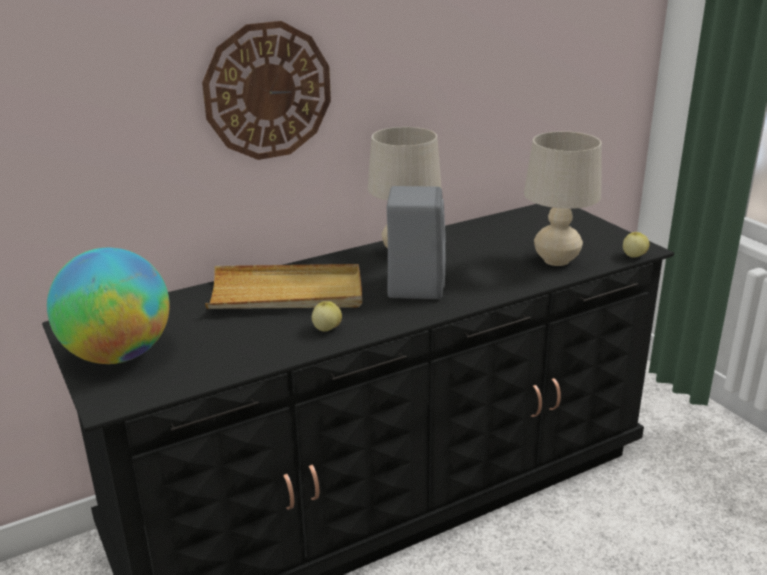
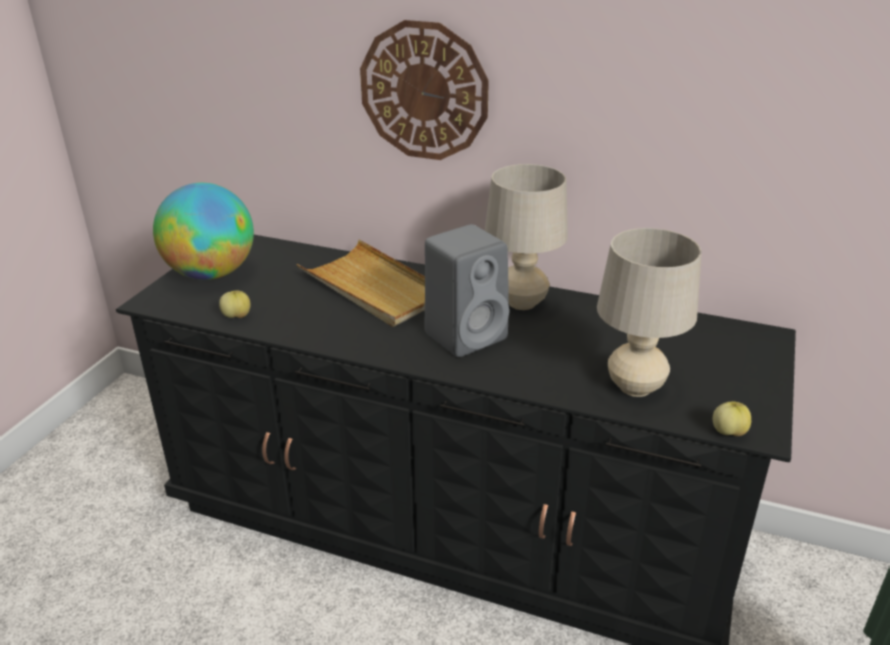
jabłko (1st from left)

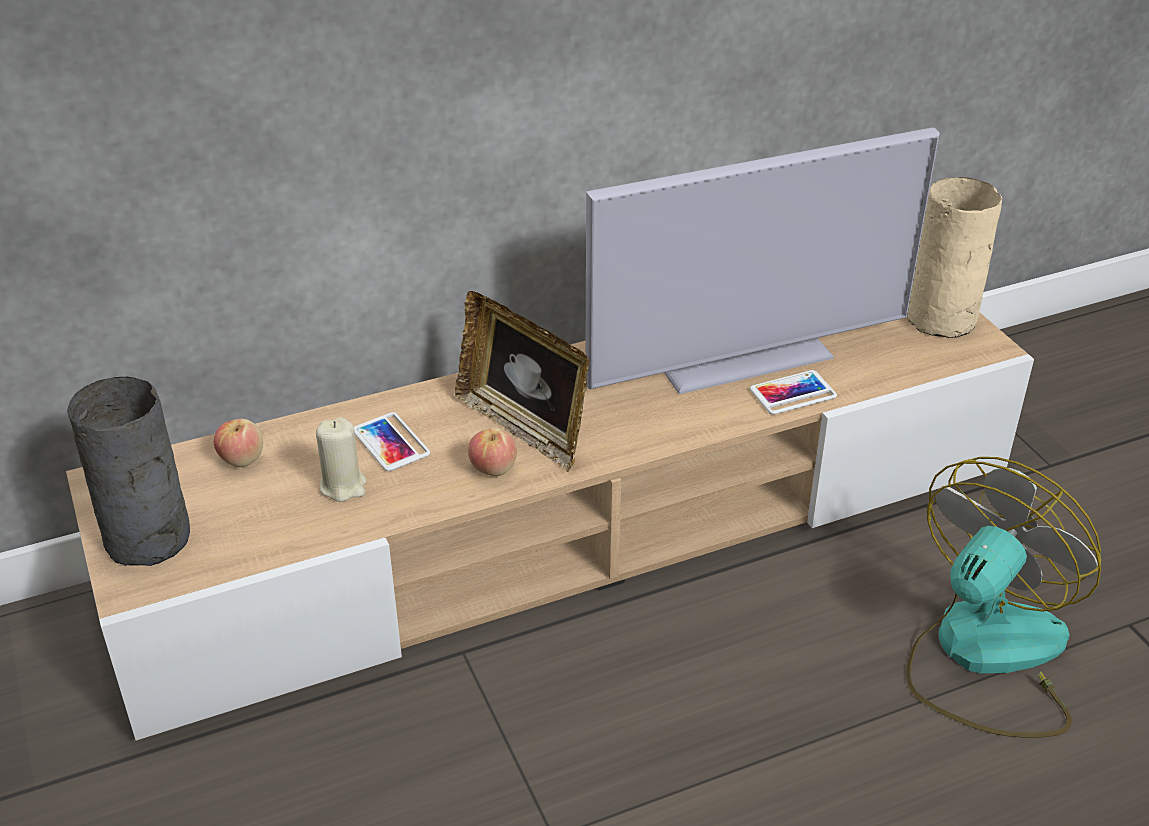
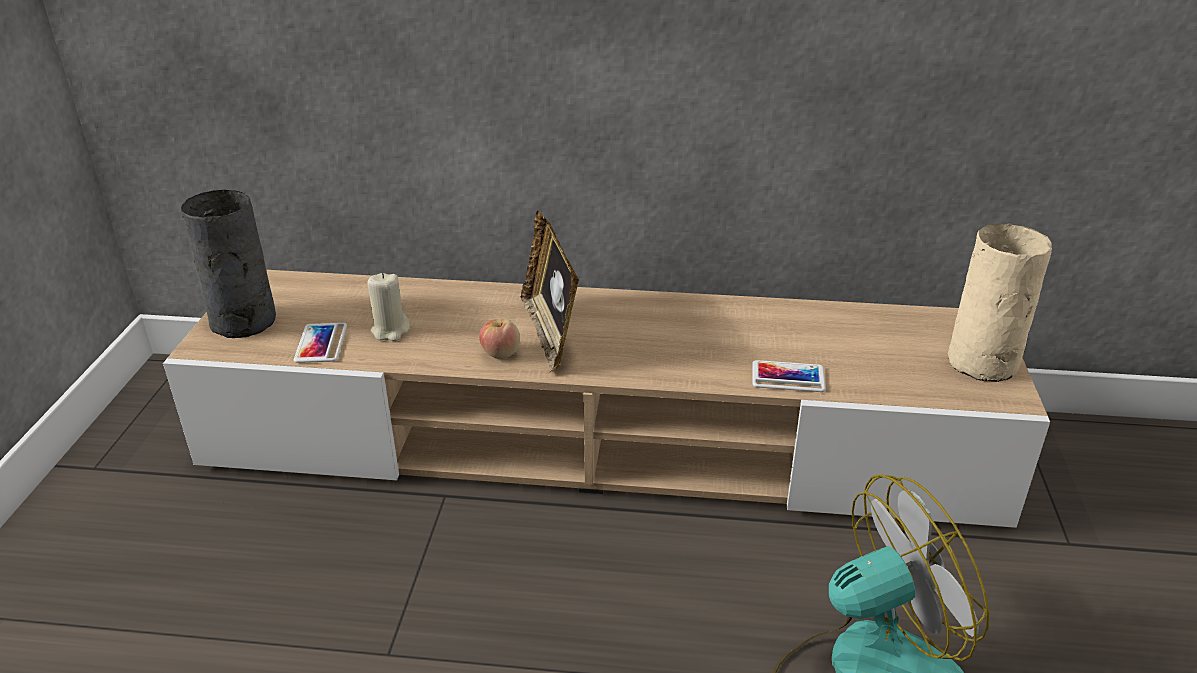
jabłko (1st from left in the first image)
telewizor
telefon (1st from left)

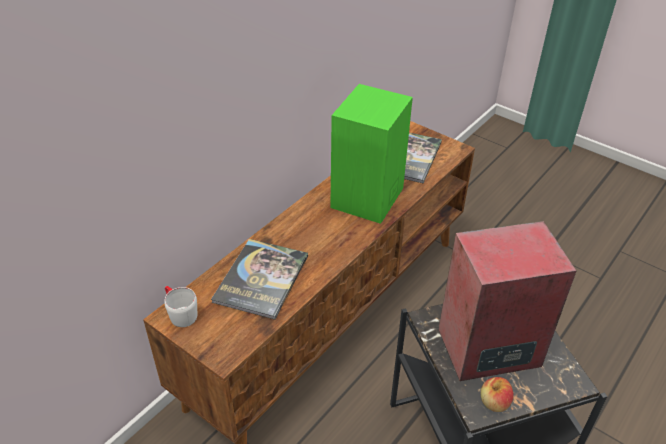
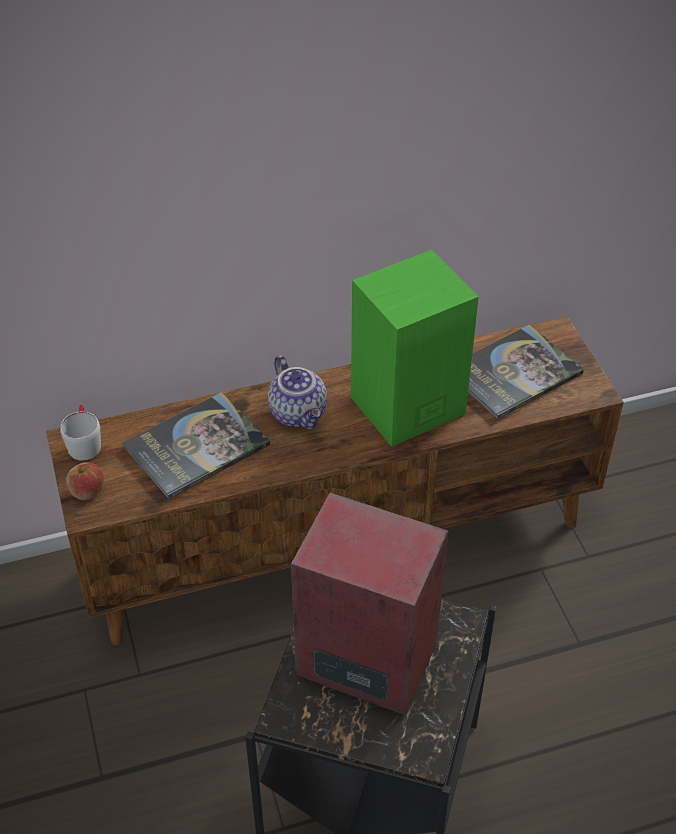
imbryk
jabłko

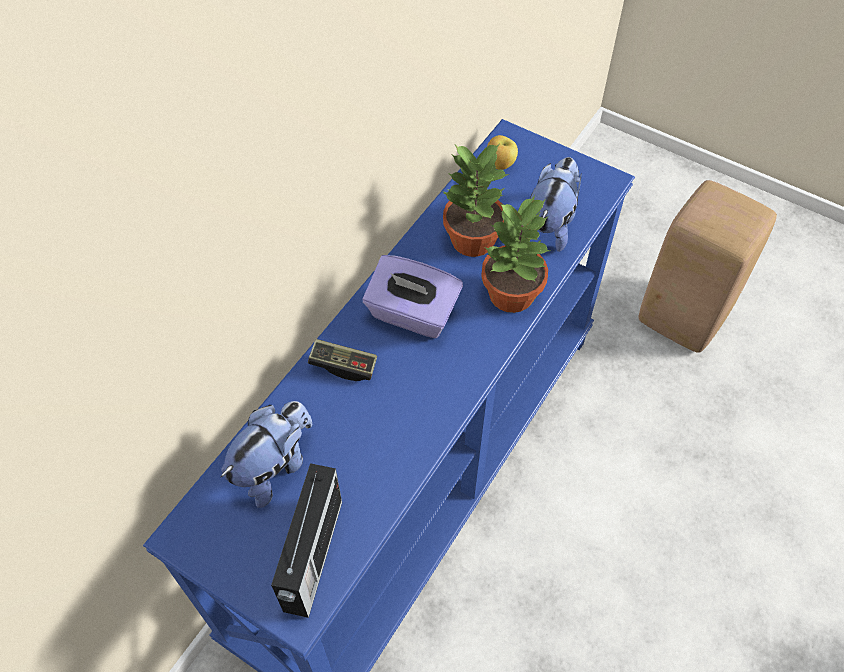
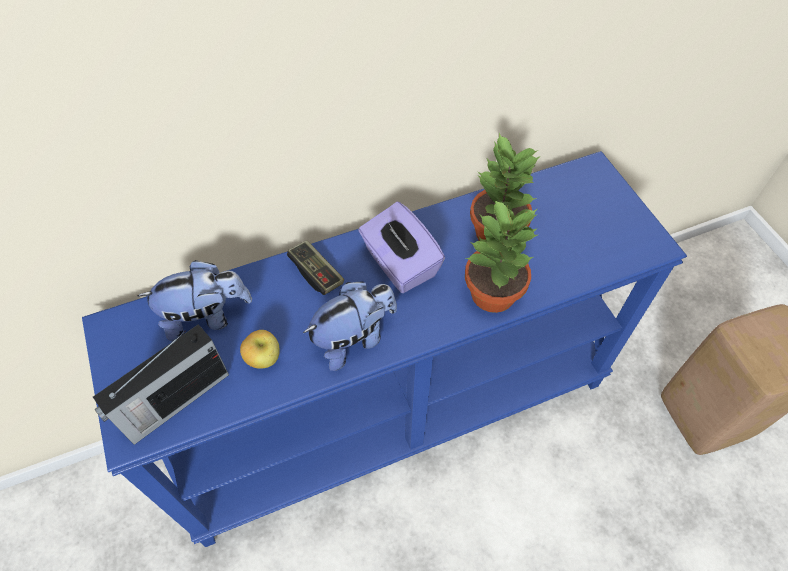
jabłko
pluszak (2nd from left)

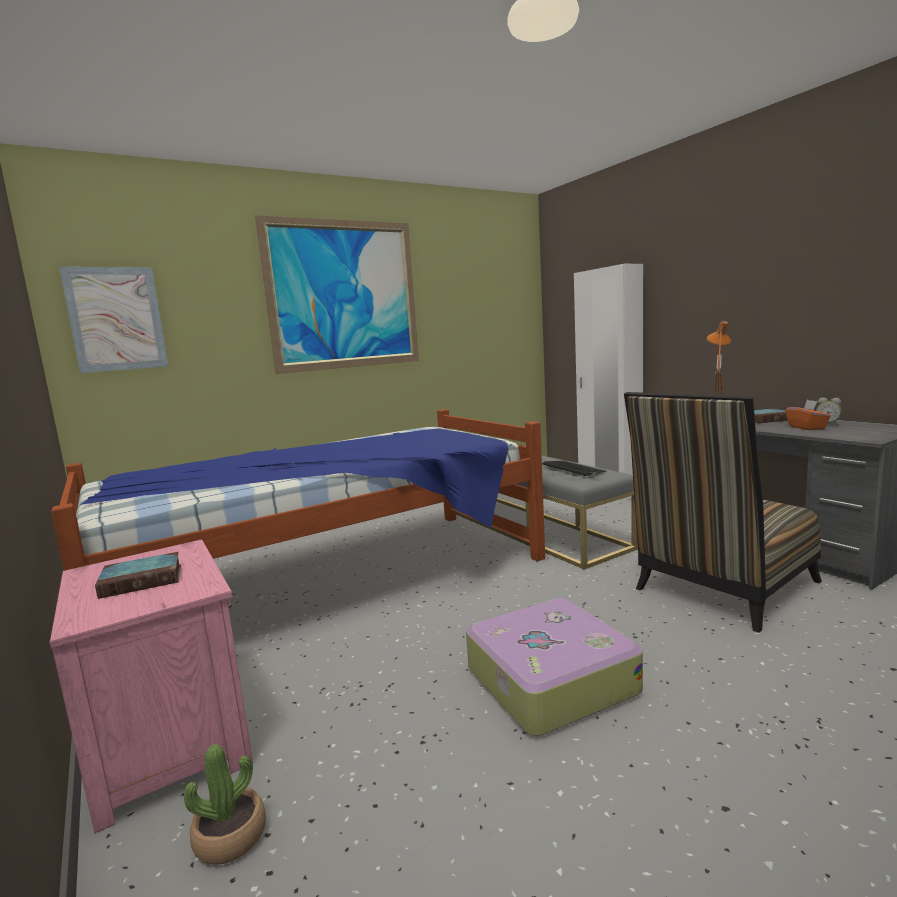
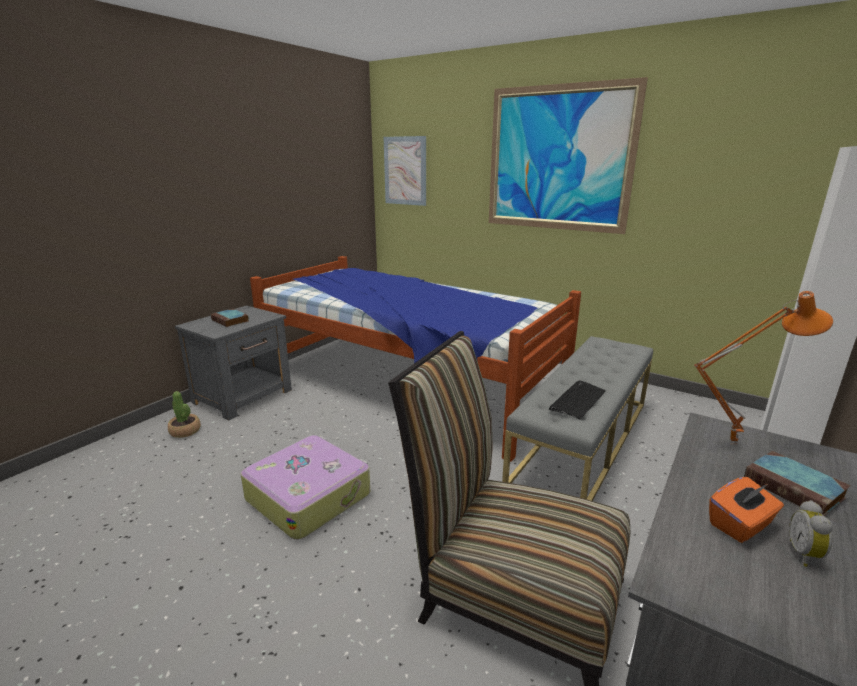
szafka nocna/szary

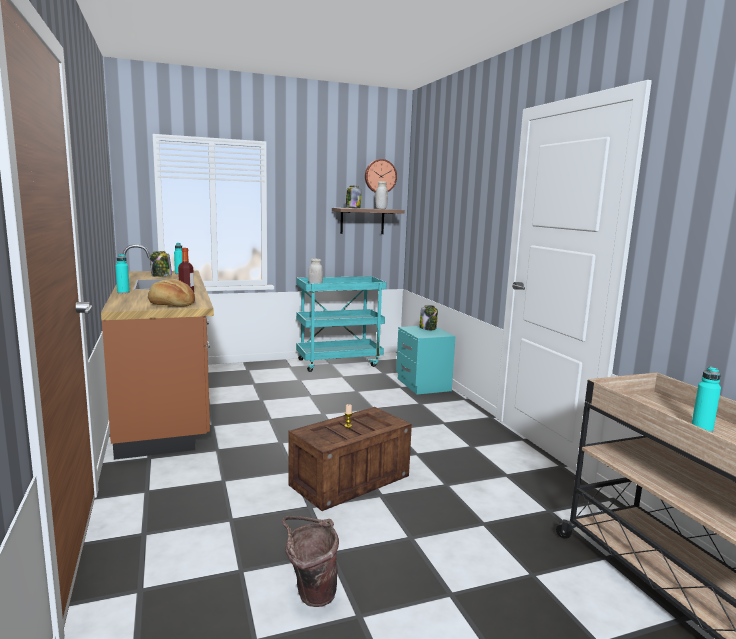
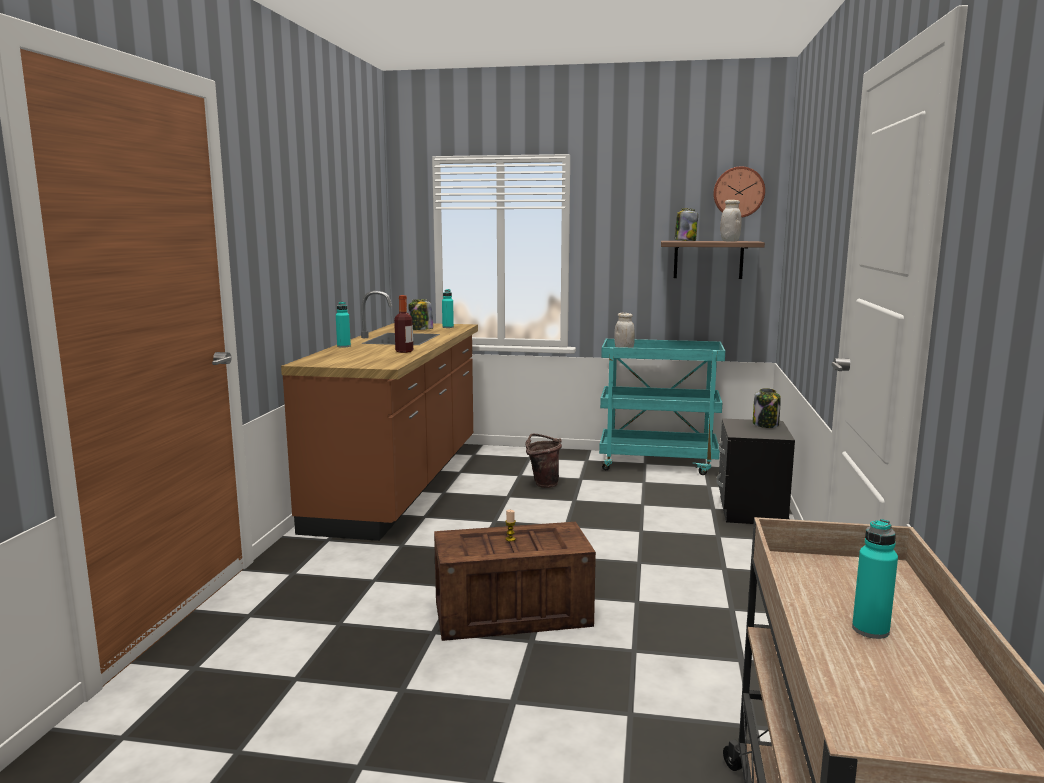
chleb
wiadro/brązowy
szafka nocna/czarny

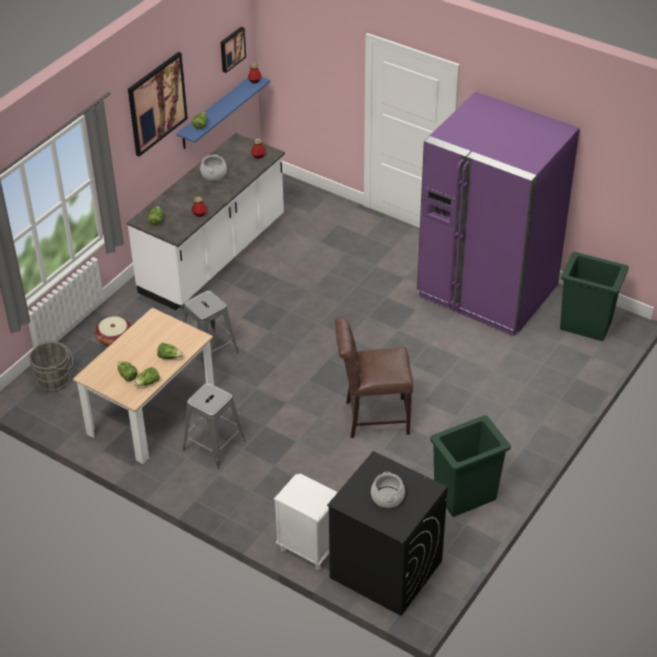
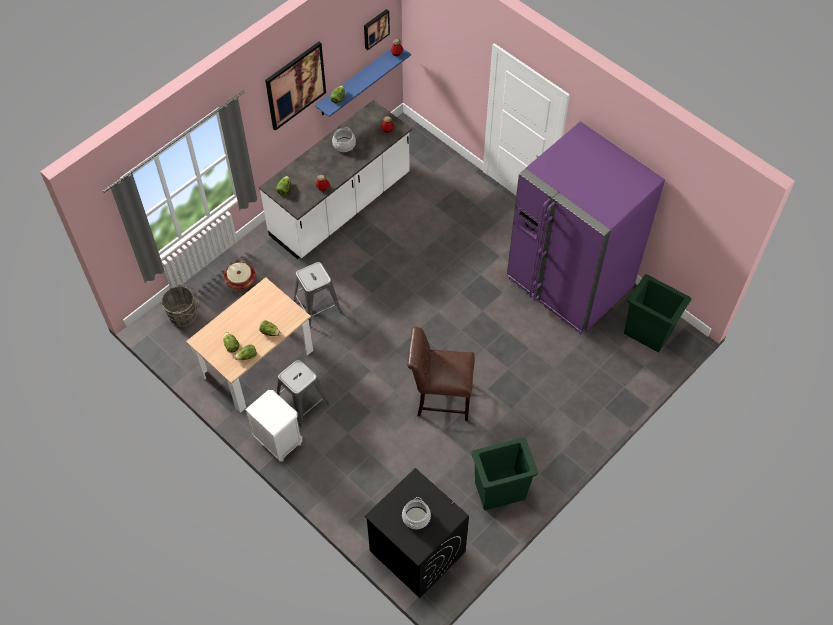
szafka nocna/biały

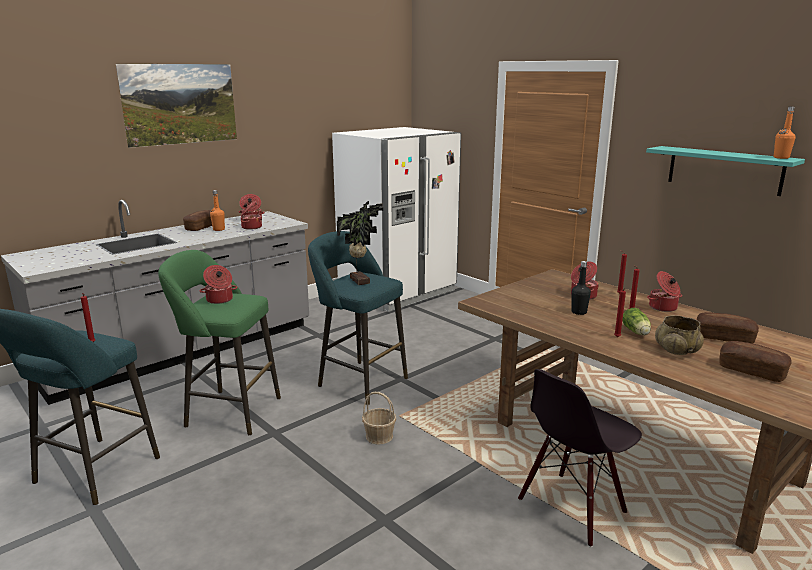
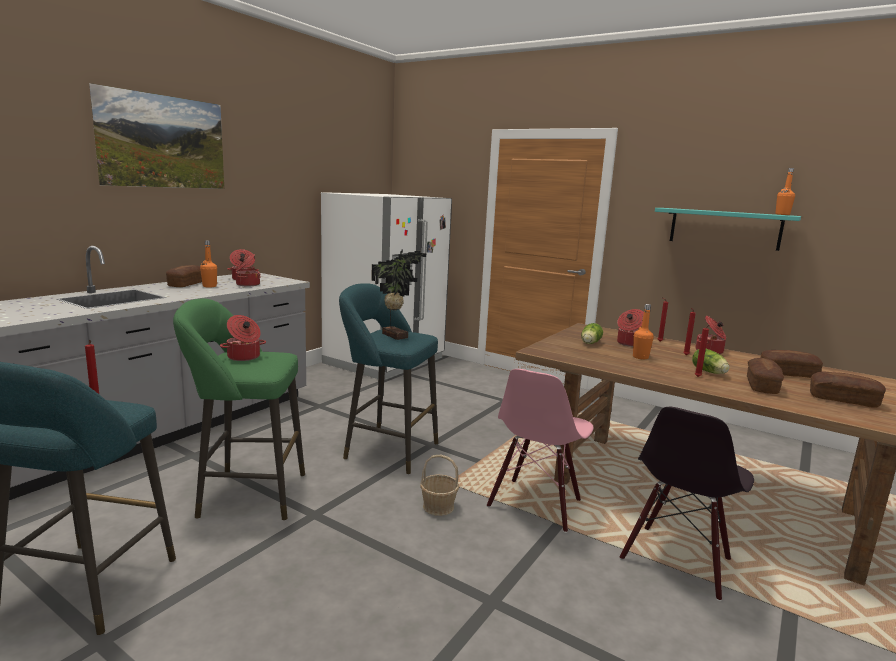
krzesło/różowy
sałata (1st from left)
chleb (2nd from left)
butelka/pomarańczowy (2nd from left)

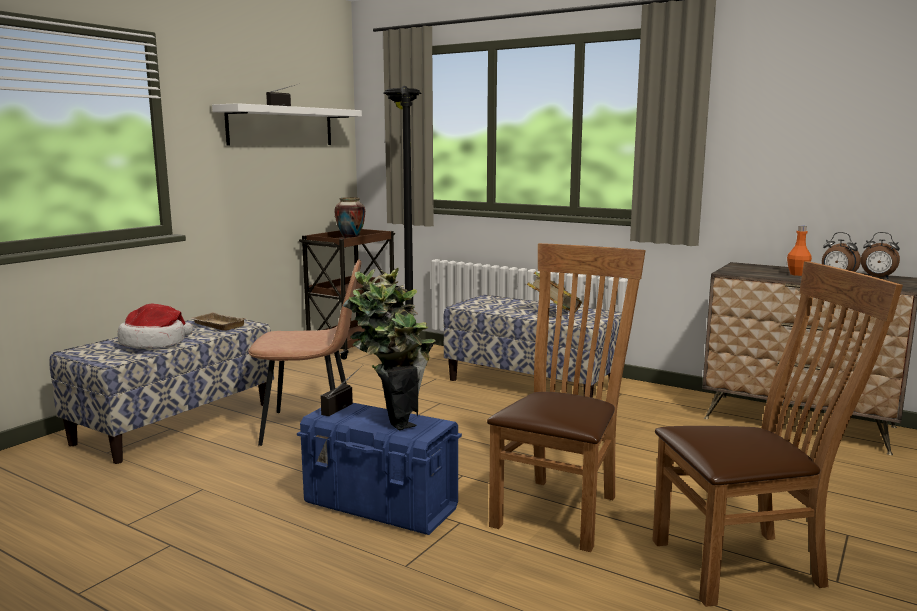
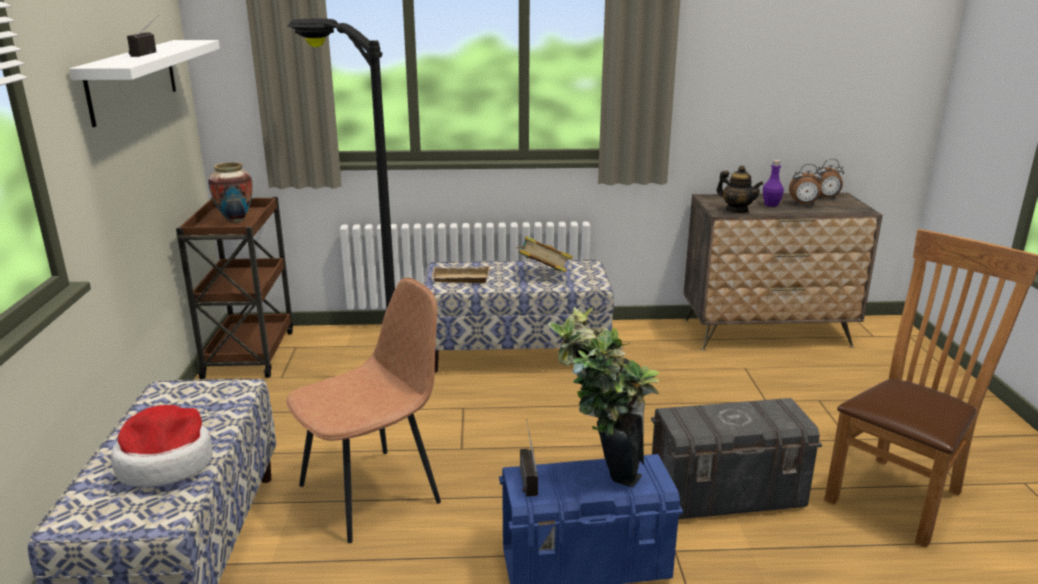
imbryk
taca/beżowy
pojemnik do przechowywania/szary
butelka/fioletowy

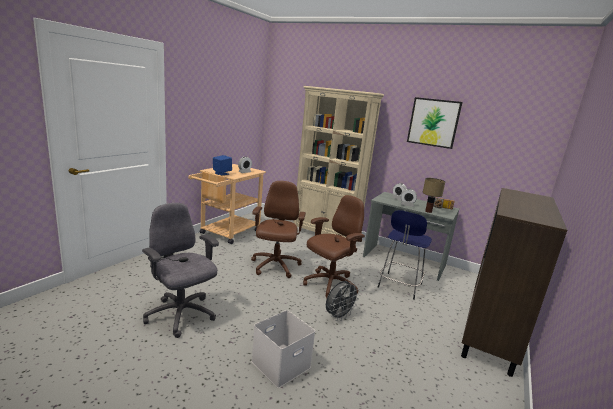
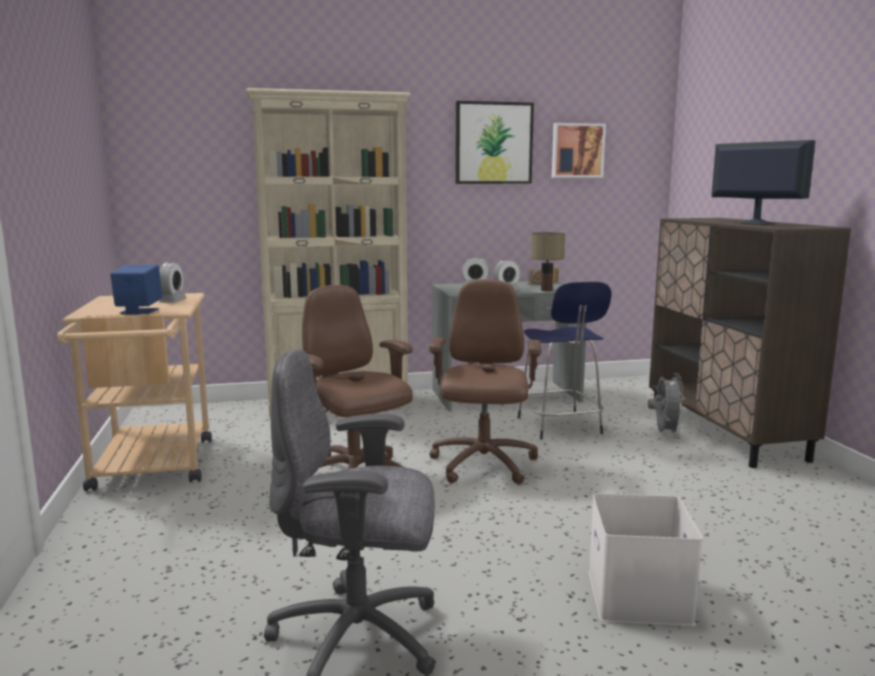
obraz (2nd from left)
monitor
wentylator/szary

